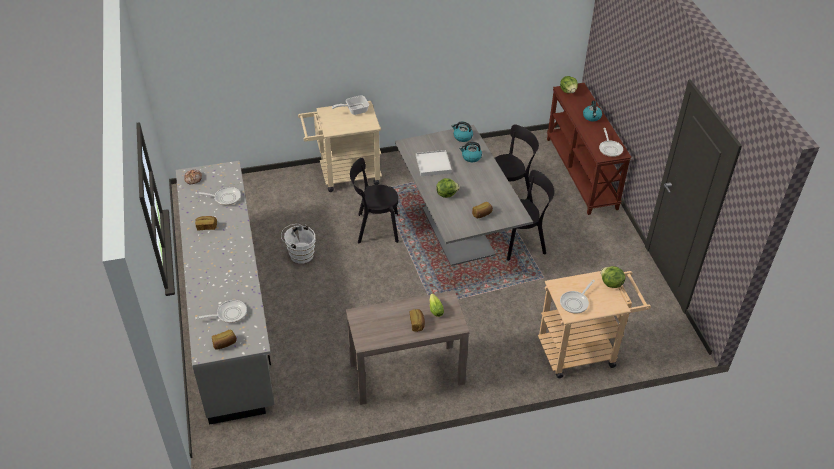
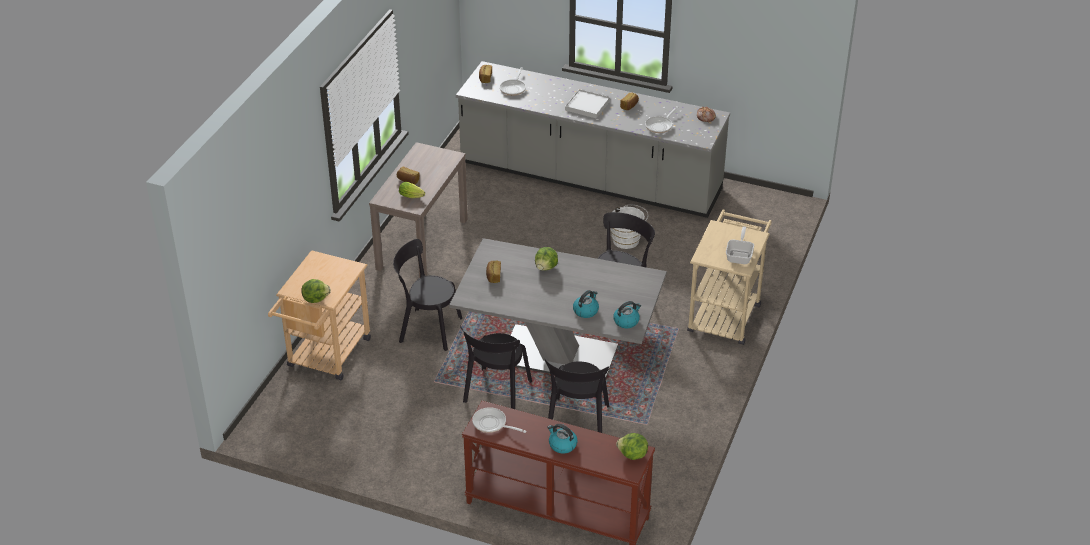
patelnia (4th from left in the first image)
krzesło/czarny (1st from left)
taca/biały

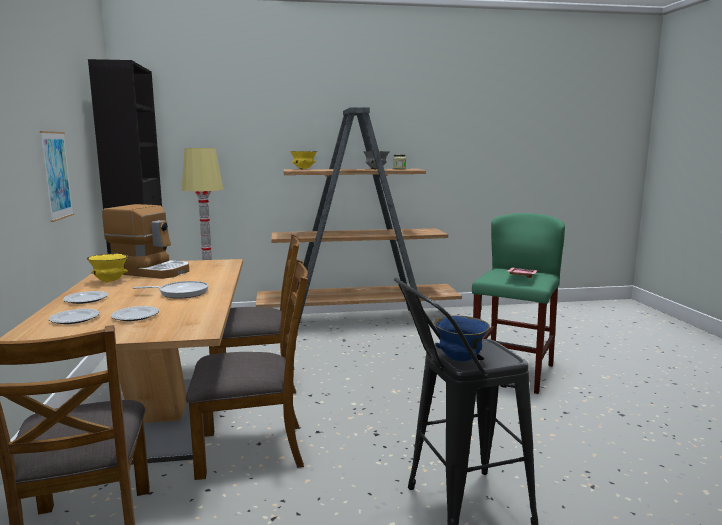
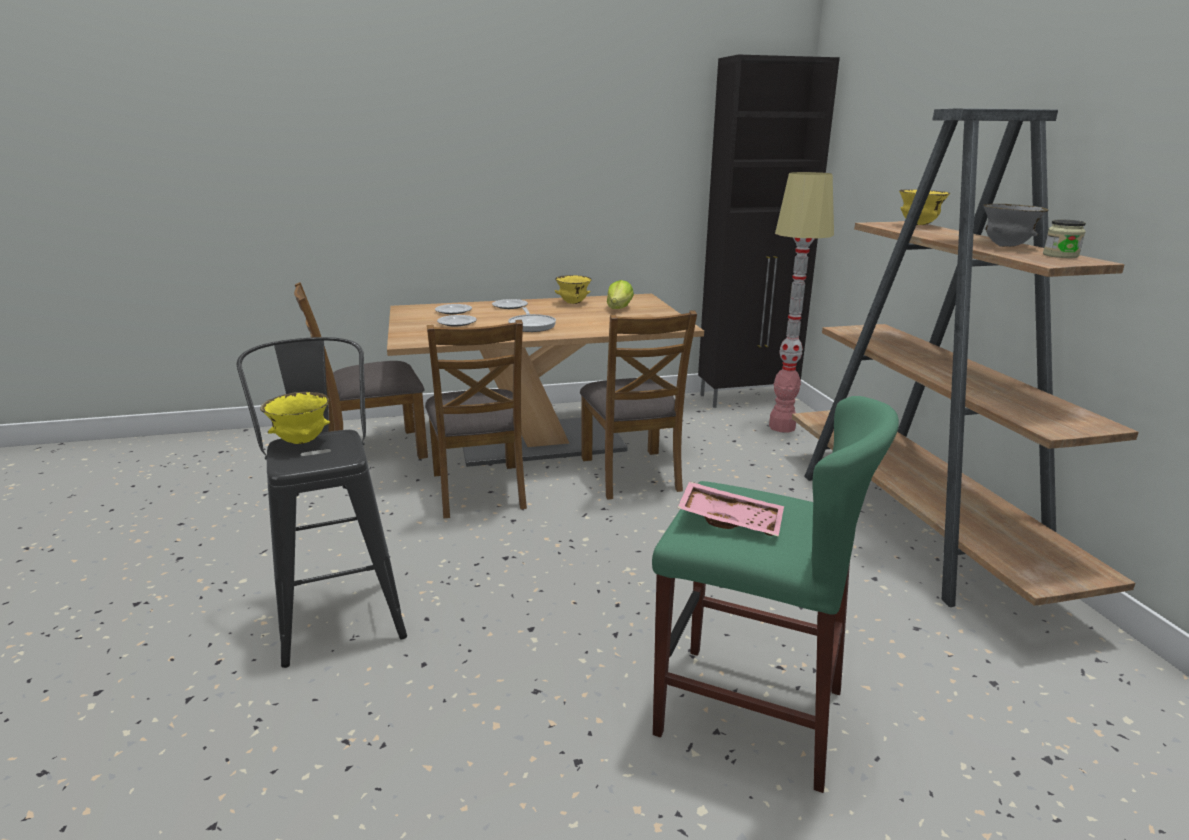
obraz
sałata
miska/żółty (1st from left)

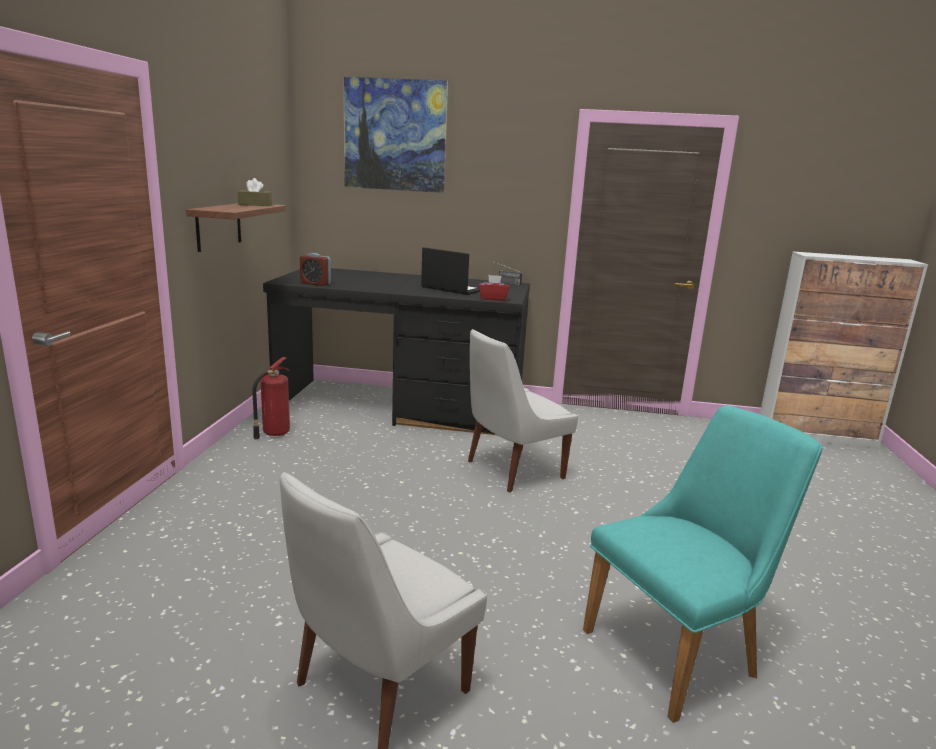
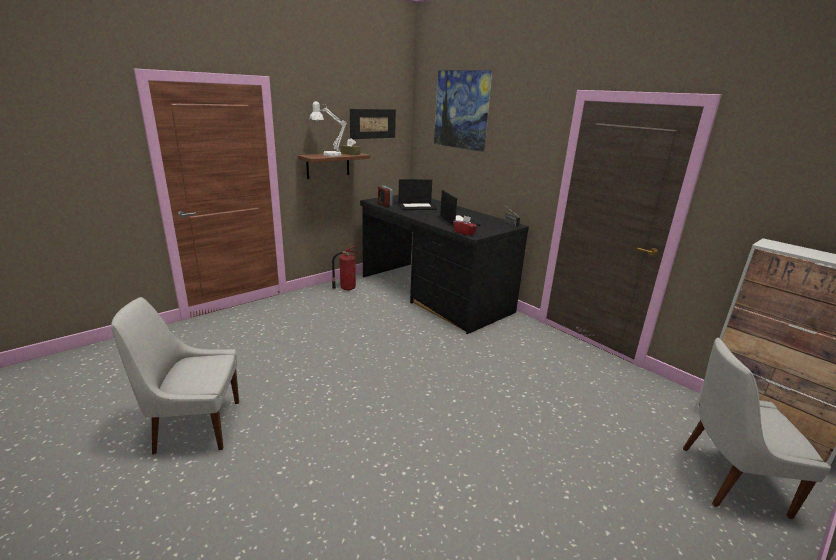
krzesło/turkusowy
lampa stołowa/biały
obraz (1st from left)
laptop (1st from left)
krzesło/biały (2nd from left)

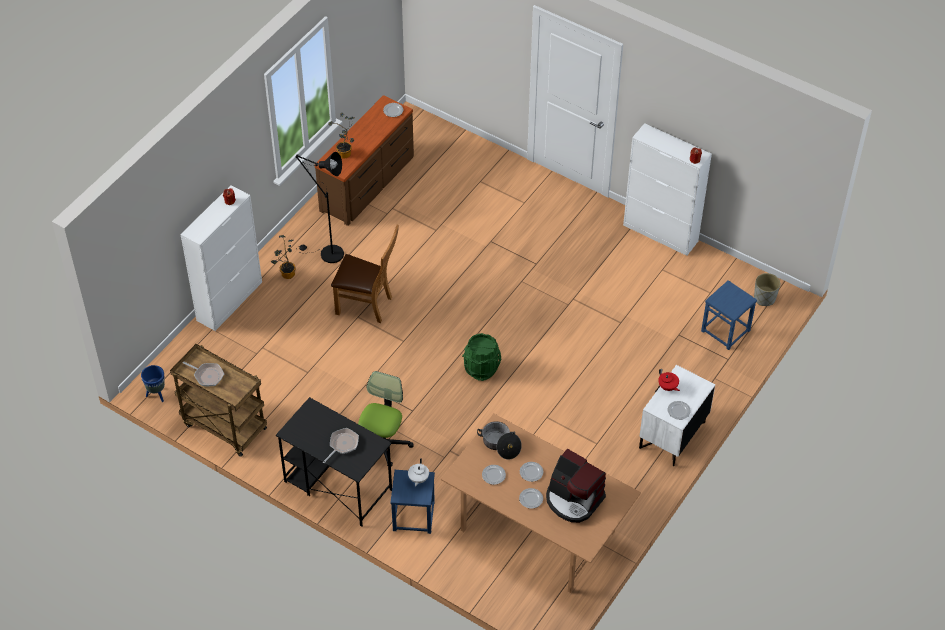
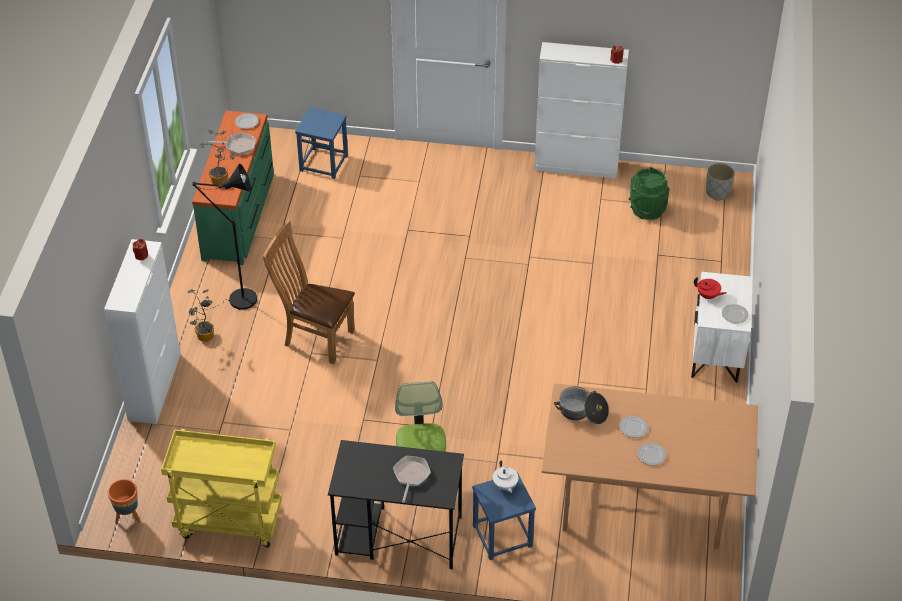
talerz (2nd from left in the first image)
ekspres do kawy
patelnia (1st from left)
wiadro/zielony
stołek/niebieski (1st from left)
donica/pomarańczowy
wózek/żółty
komoda/zielony
krzesło/brązowy

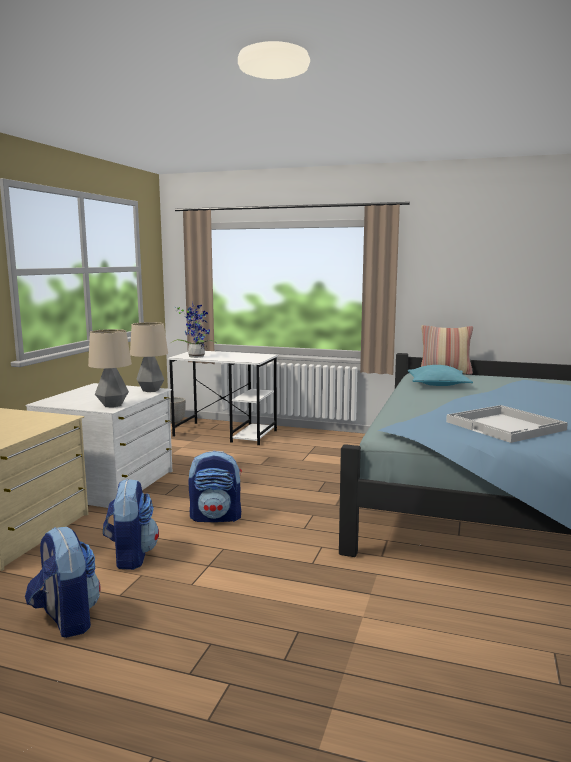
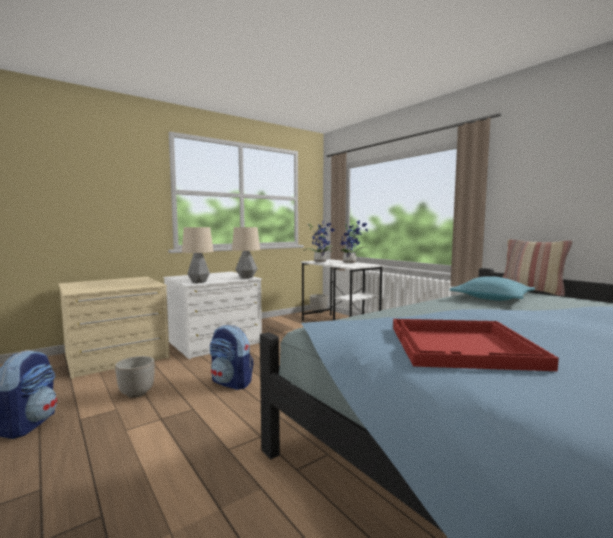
roślina doniczkowa (2nd from left)
donica (1st from left)
taca/czerwony

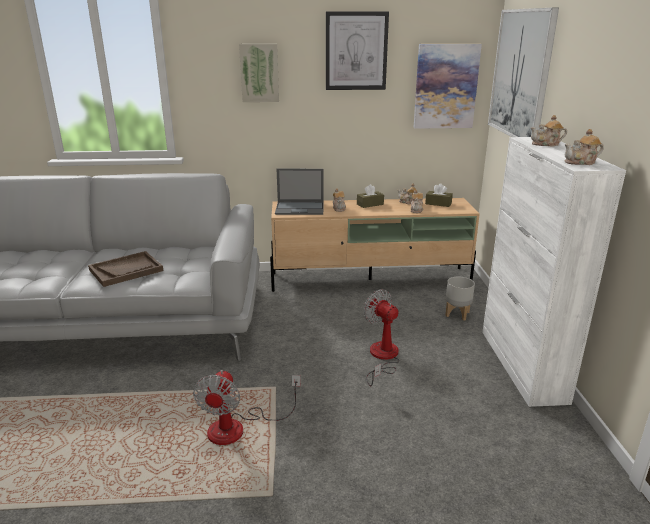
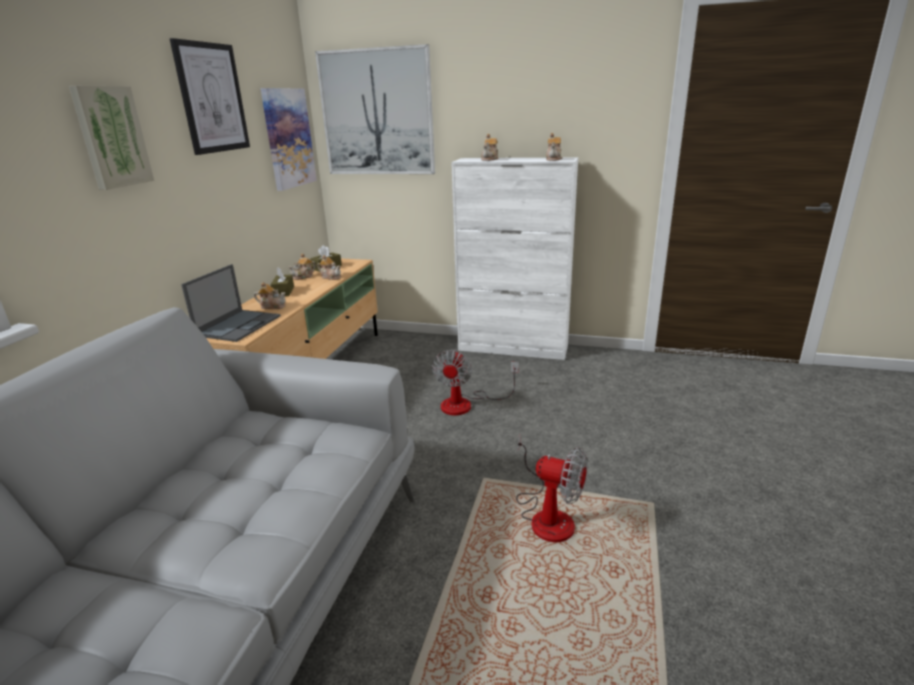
taca/brązowy
donica/szary
wentylator (1st from left)

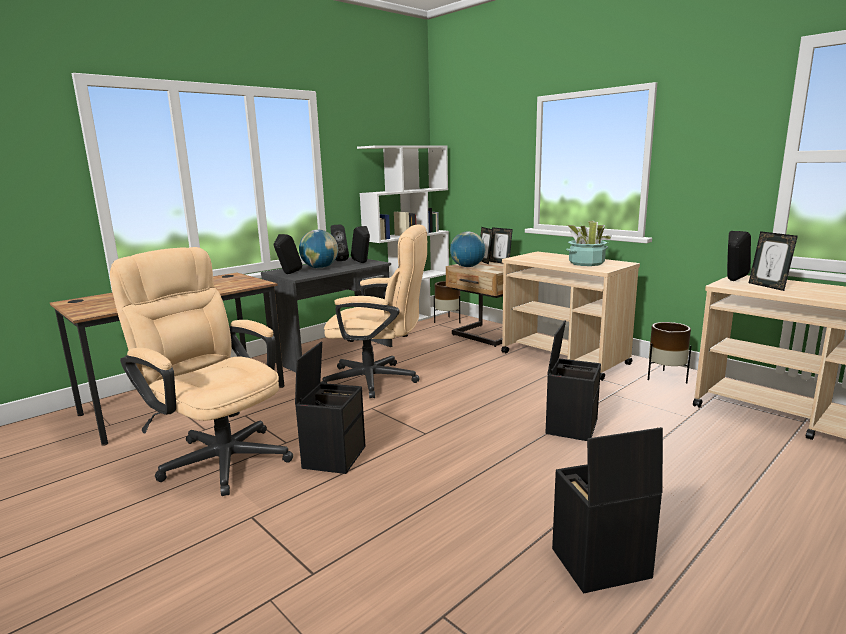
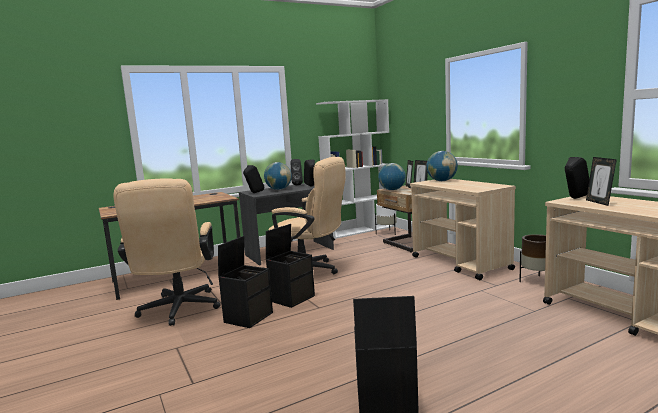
roślina doniczkowa
globus (3rd from left)
pojemnik do przechowywania/czarny (2nd from left)
donica/biały
krzesło biurowe/beżowy (1st from left)

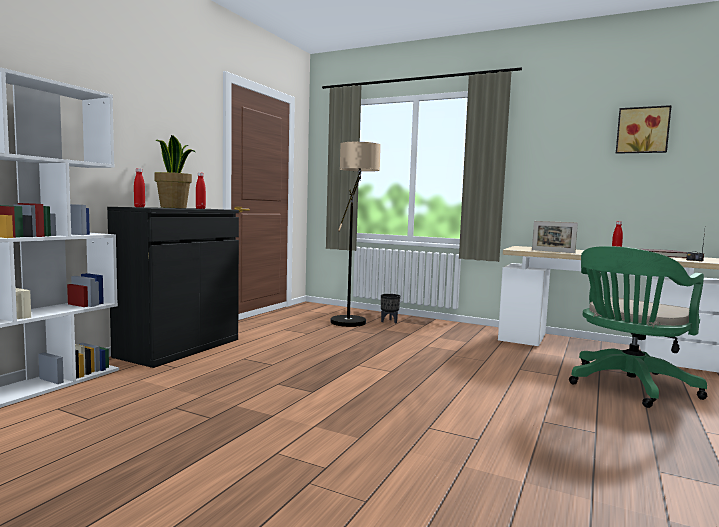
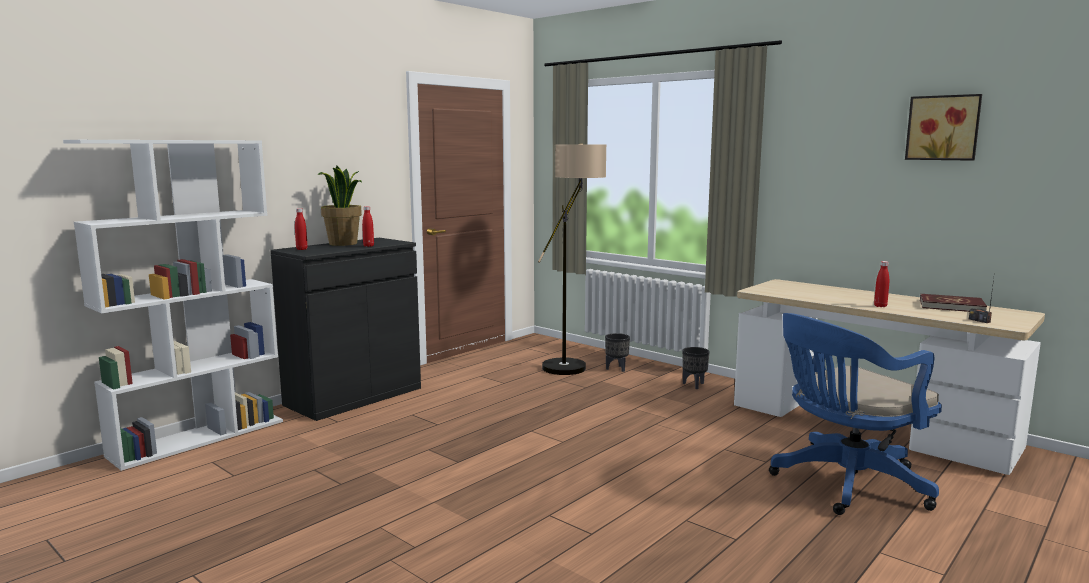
ramka na zdjęcie
donica/czarny (2nd from left)
krzesło biurowe/niebieski

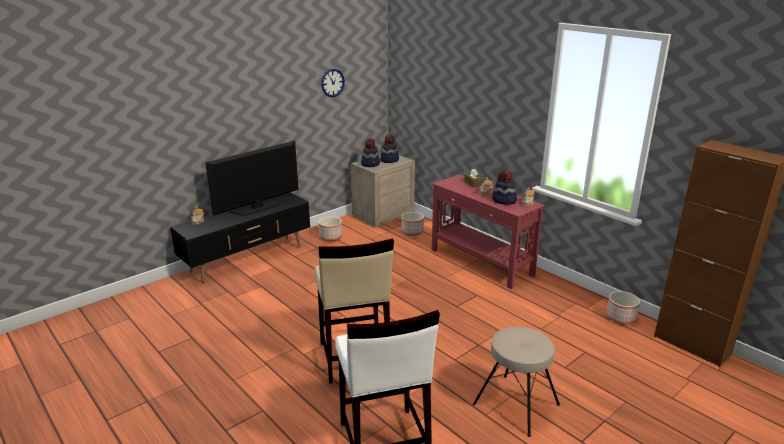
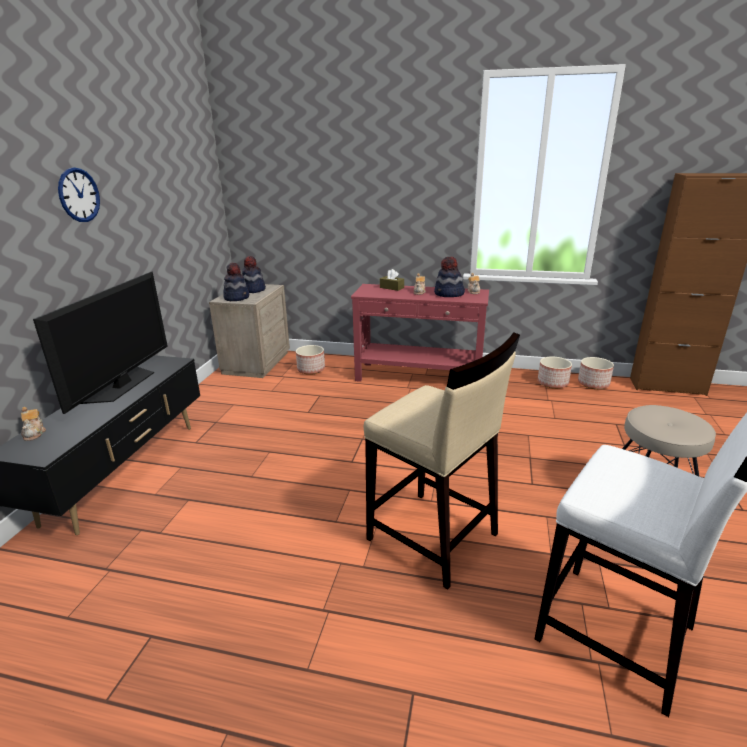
donica (2nd from left)
zegar ścienny

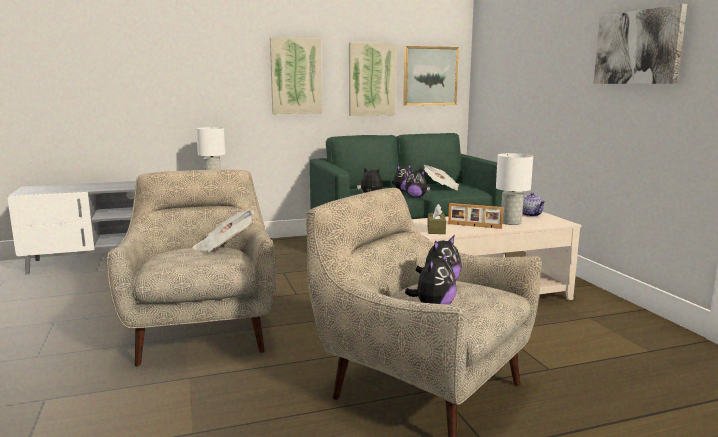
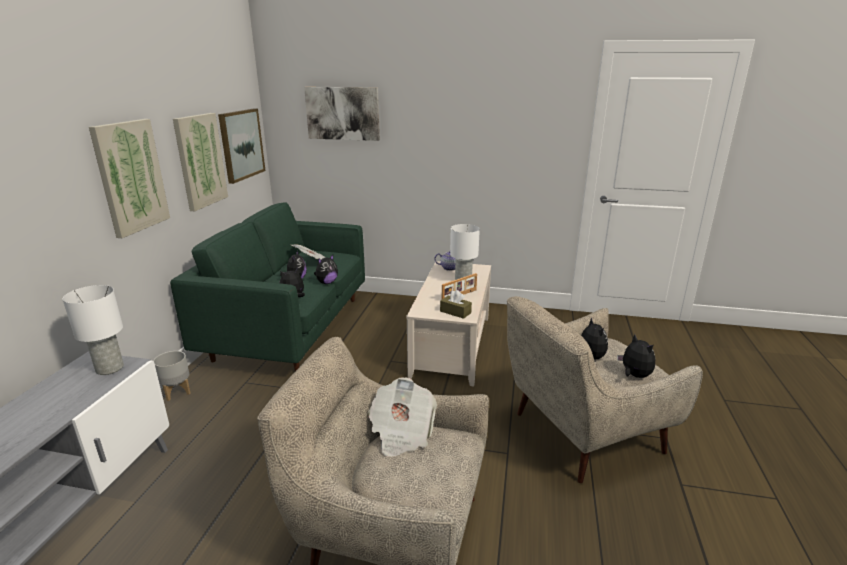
donica/szary
obraz (4th from left)

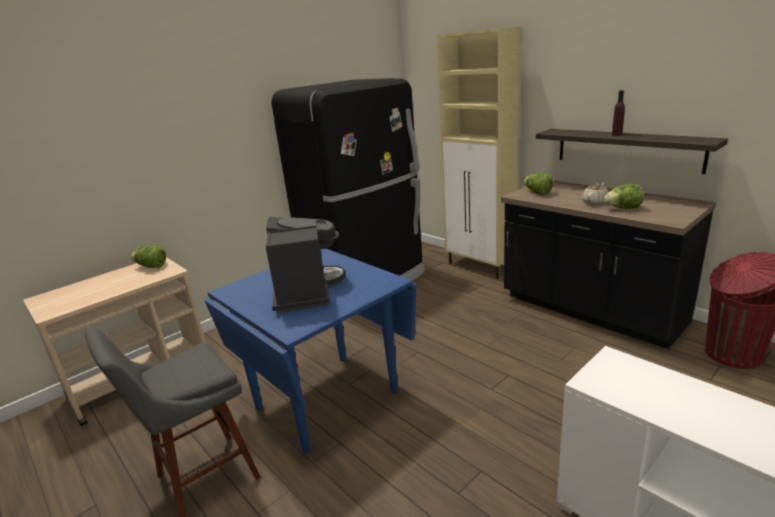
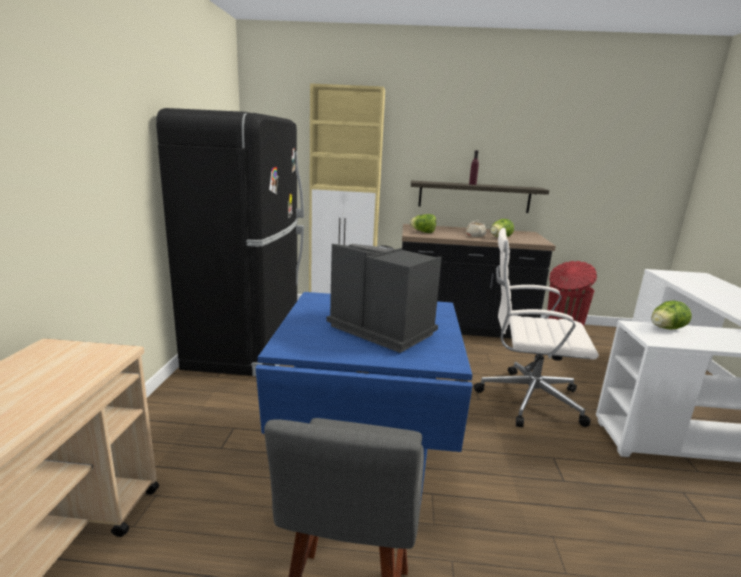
krzesło biurowe/biały
sałata (3rd from left)

